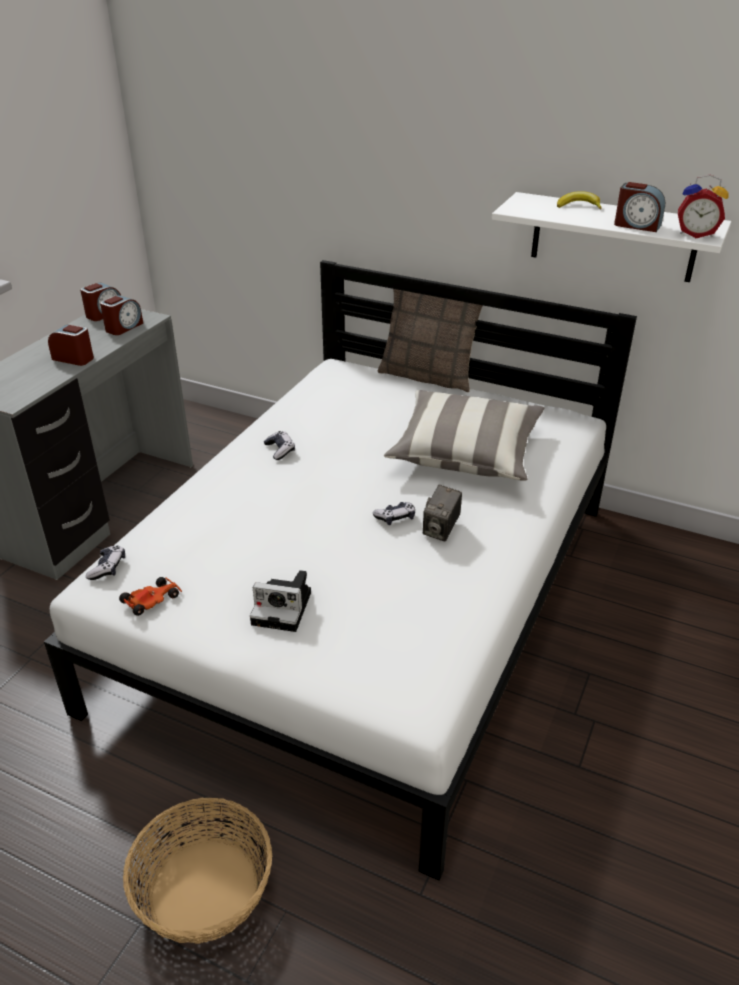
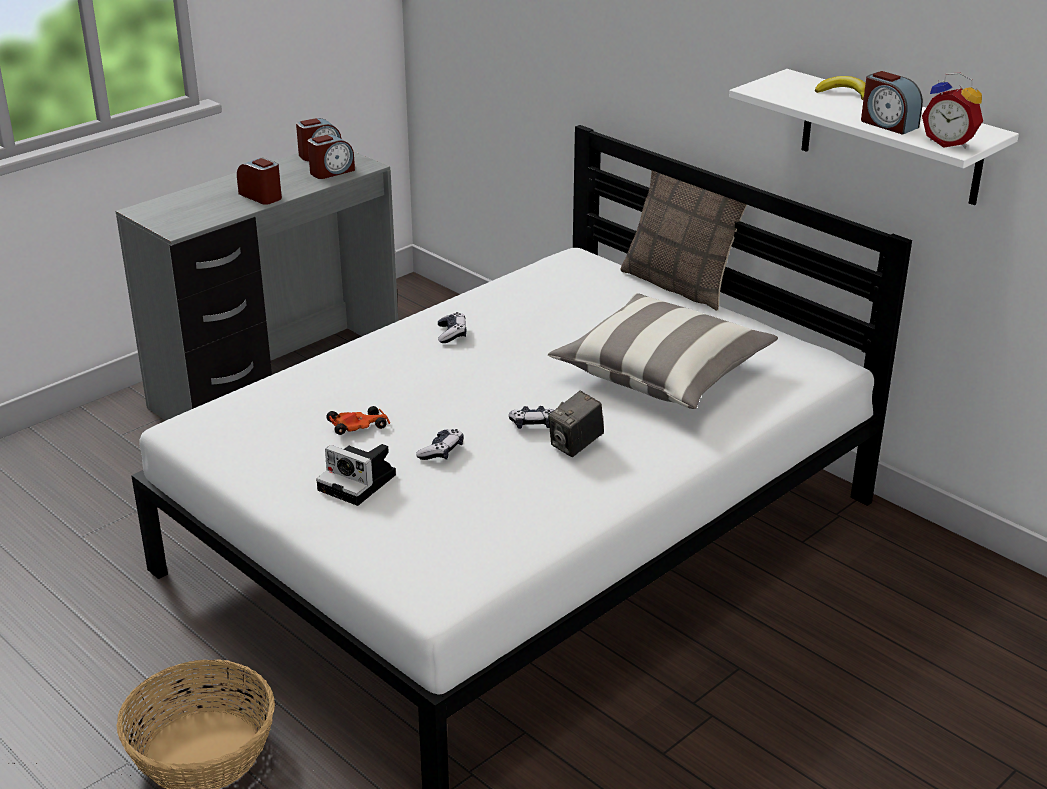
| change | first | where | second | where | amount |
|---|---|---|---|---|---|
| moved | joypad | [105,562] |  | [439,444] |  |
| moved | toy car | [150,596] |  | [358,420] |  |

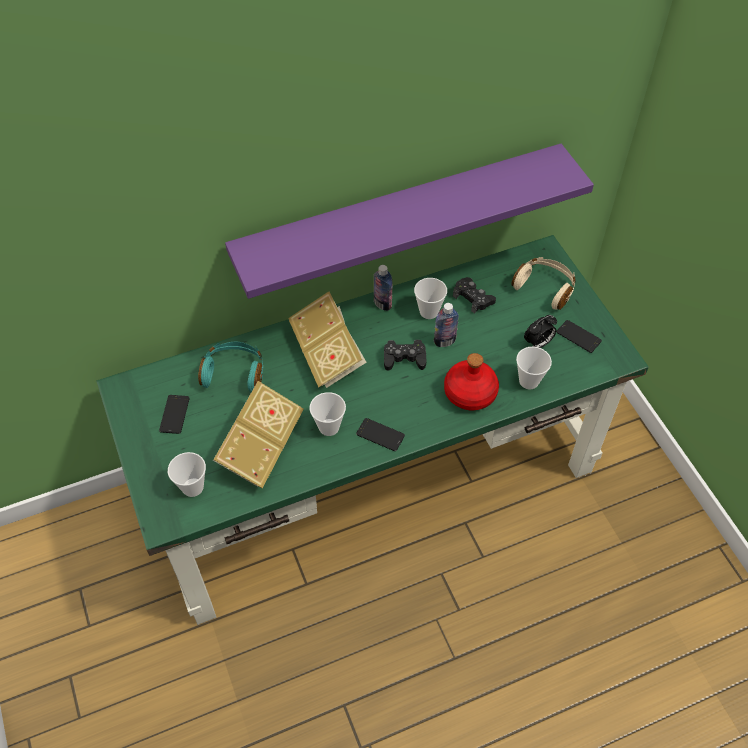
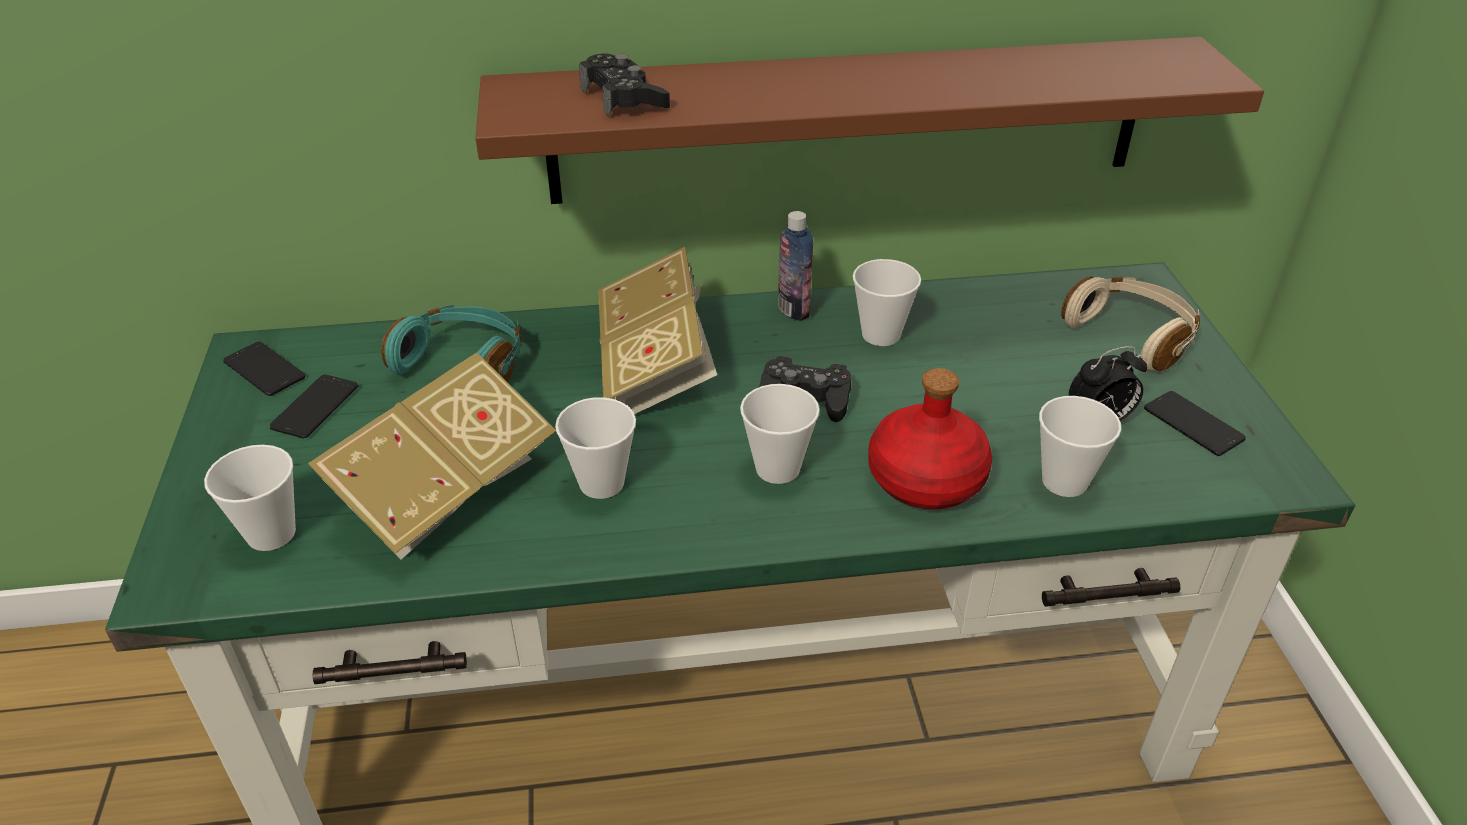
| change | first | where | second | where | amount |
|---|---|---|---|---|---|
| recoloured | purple shelf | [409,221] | brownish shelf | [869,120] |  |
| moved | black-coloured joypad | [474,295] |  | [624,85] |  |
| removed | drink bottle | [446,325] |  |  |  |
| moved | handset | [380,434] |  | [264,369] |  |
| added |  |  | drinking cup | [780,434] |  |

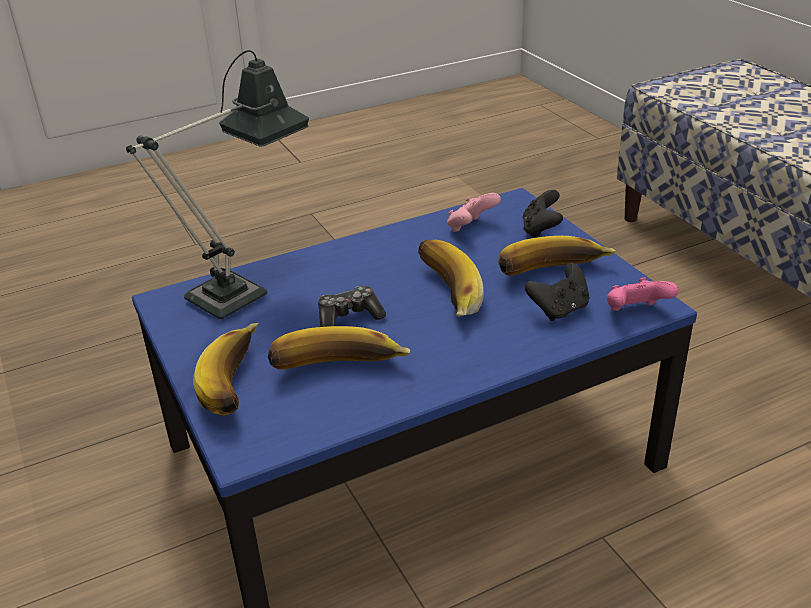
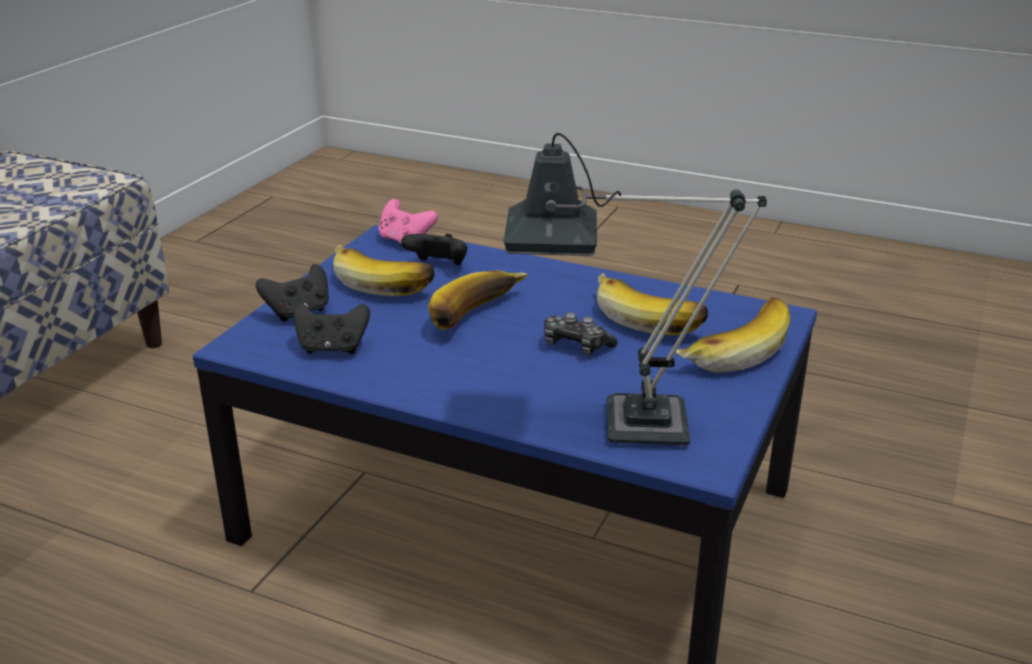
| change | first | where | second | where | amount |
|---|---|---|---|---|---|
| recoloured | pink-coloured joypad | [474,212] | black-coloured joypad | [332,328] |  |

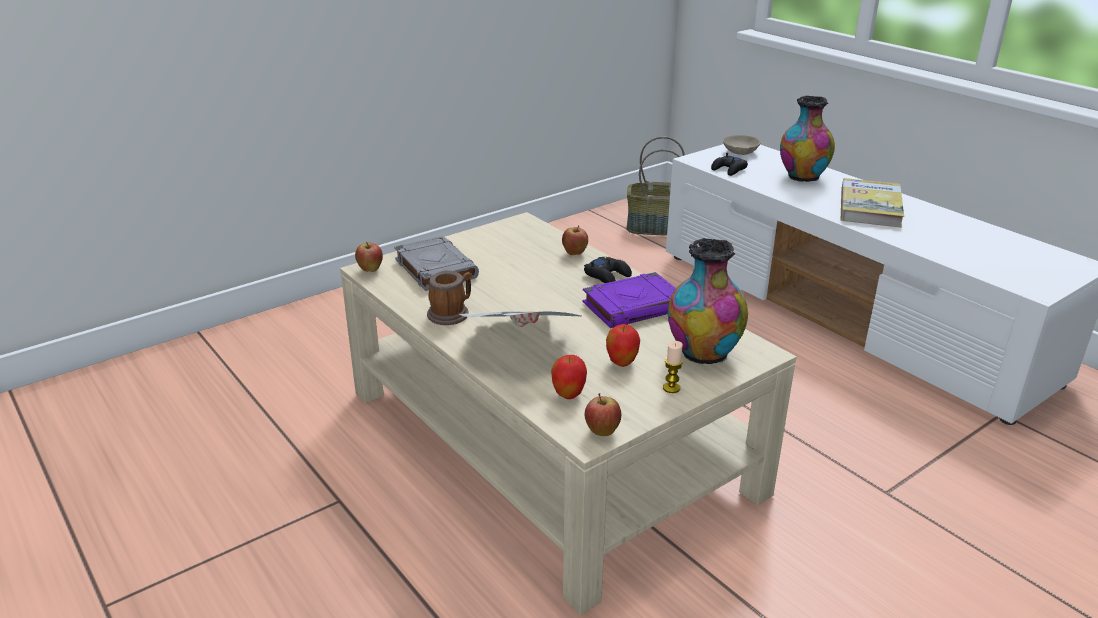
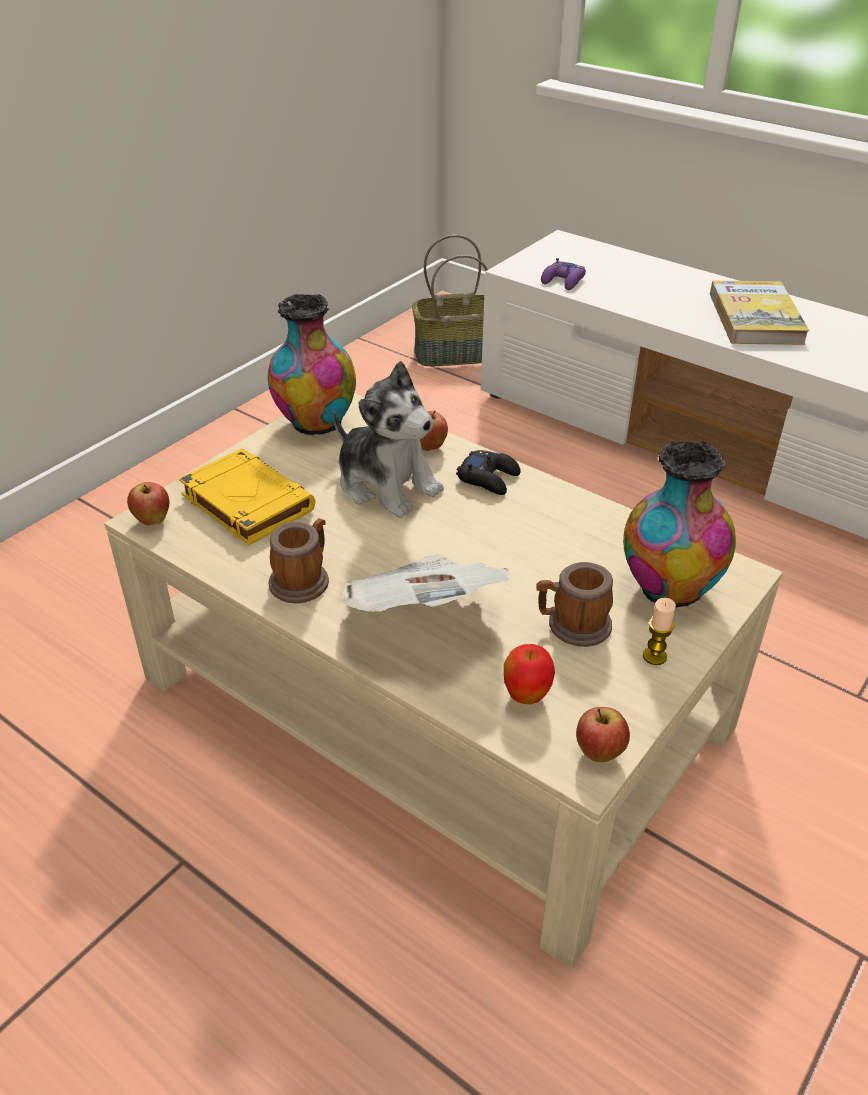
| change | first | where | second | where | amount |
|---|---|---|---|---|---|
| moved | flower vase | [807,139] |  | [312,365] |  |
| removed | sand-coloured deep dish | [742,145] |  |  |  |
| recoloured | black-coloured joypad | [729,164] | purple joypad | [563,274] |  |
| recoloured | greyish book | [436,263] | yellow-coloured book | [247,496] |  |
| removed | purple book | [629,300] |  |  |  |
| replaced | apple fruit | [623,345] | tea mug | [574,604] |  |
| added |  |  | cuddly toy | [388,439] |  |

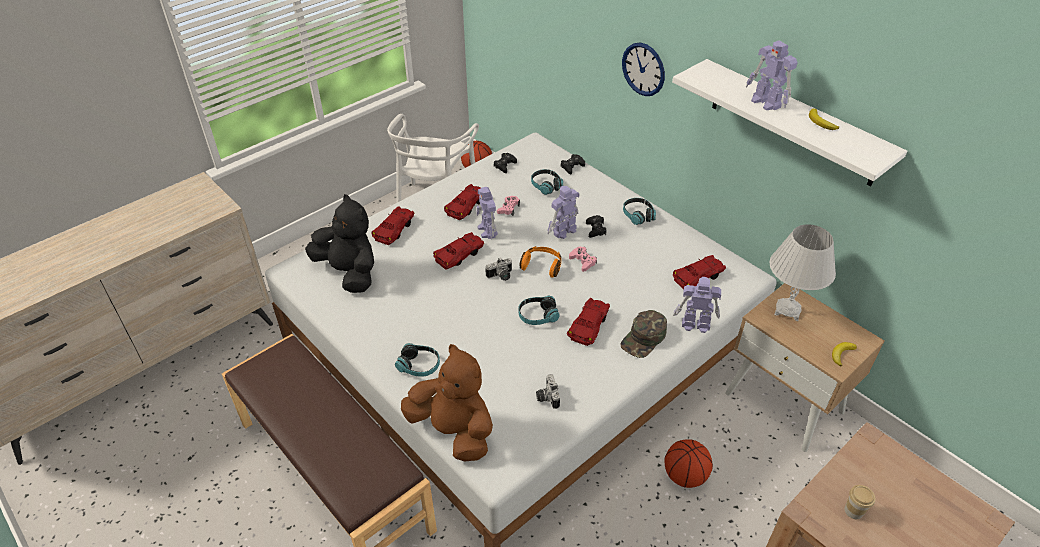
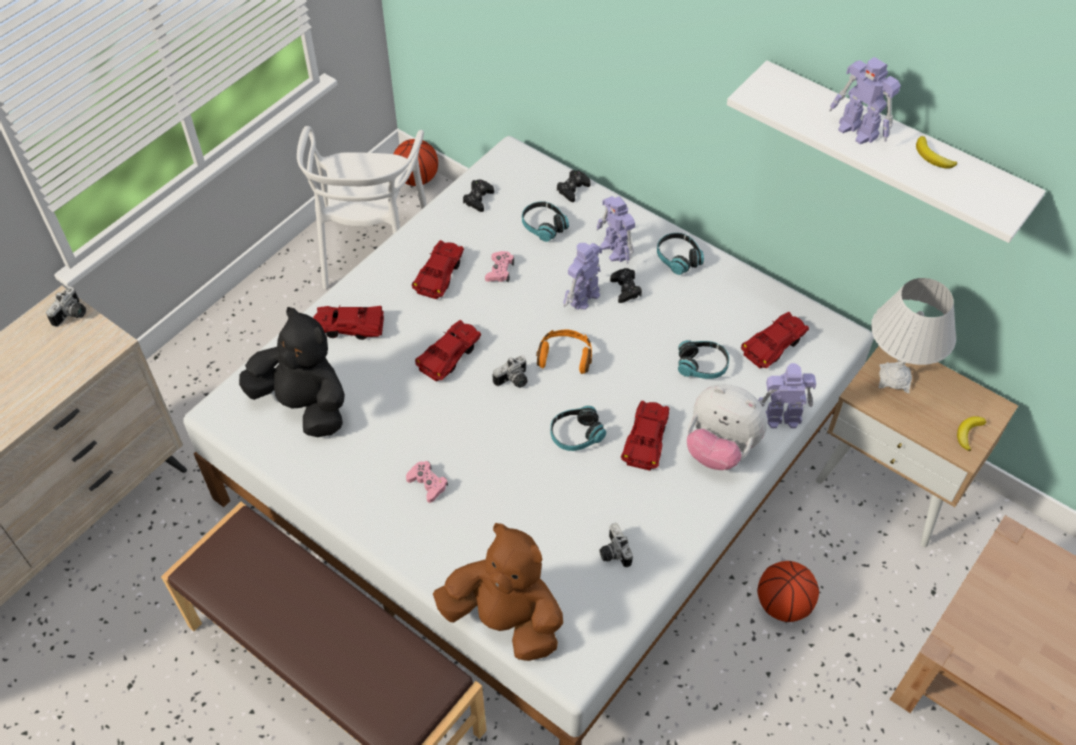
| change | first | where | second | where | amount |
|---|---|---|---|---|---|
| removed | hanging clock | [643,69] |  |  |  |
| moved | model robot | [487,213] |  | [616,230] |  |
| turned | red-coloured toy car | [393,225] |  | [348,323] | 105 degrees counterclockwise |
| moved | pink-coloured joypad | [583,259] |  | [427,482] |  |
| replaced | green peaked cap | [643,334] | cuddly toy | [727,427] |  |
| moved | headphones | [417,360] |  | [703,359] |  |
| removed | drinking cup | [860,502] |  |  |  |
| added |  |  | photo camera | [66,307] |  |

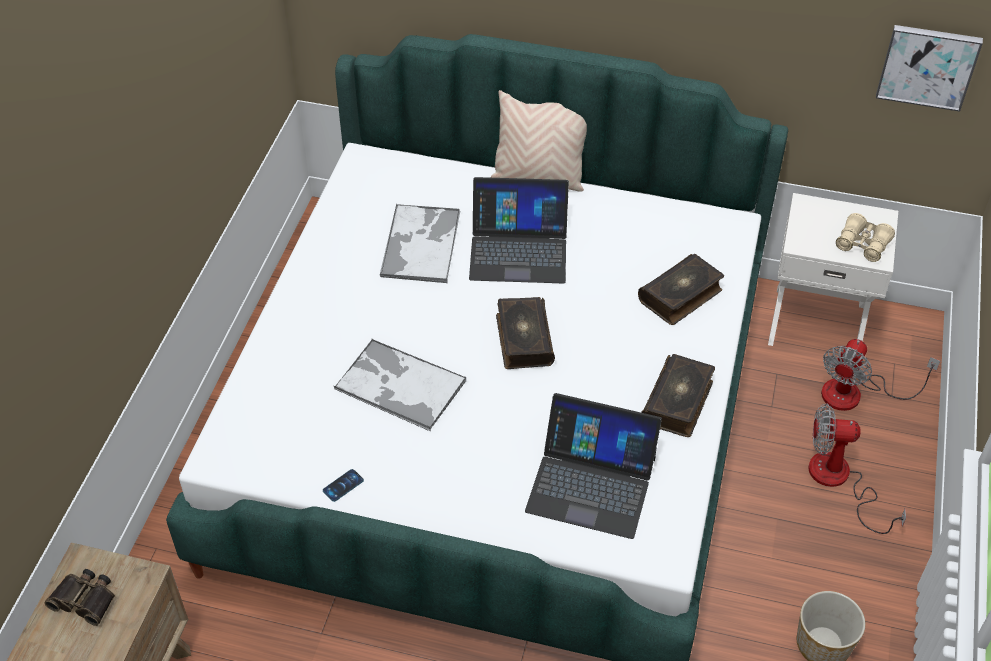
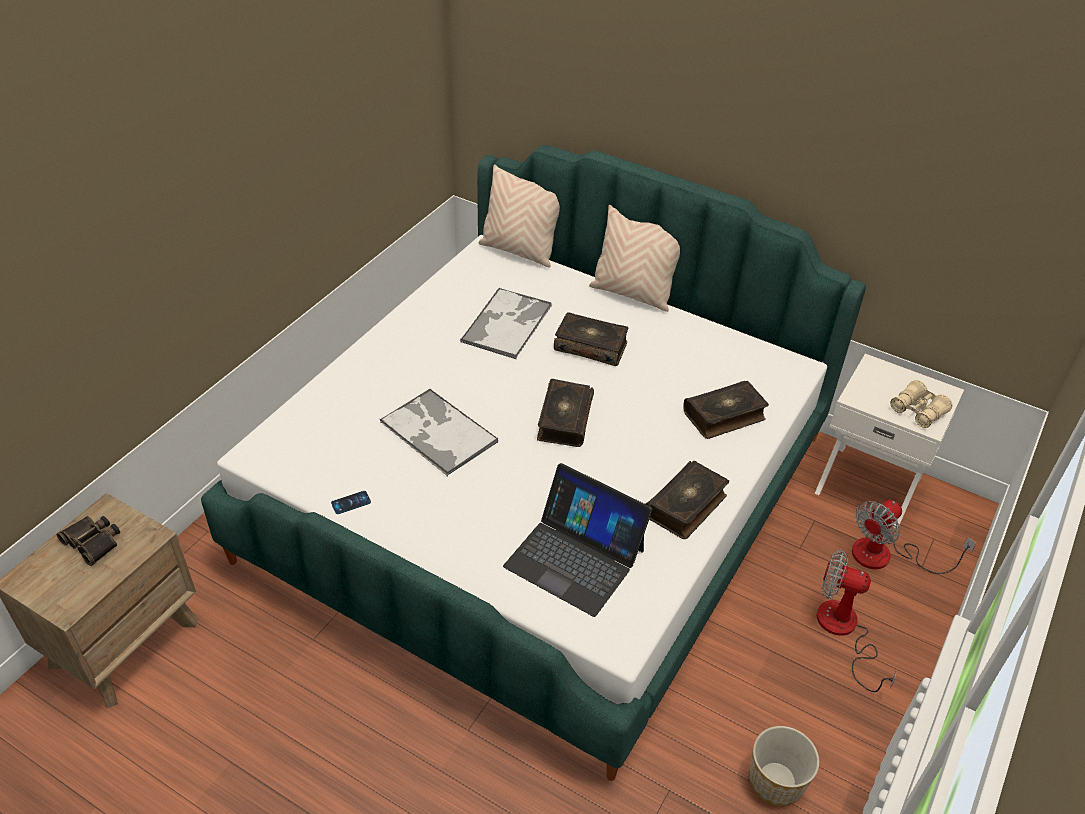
| change | first | where | second | where | amount |
|---|---|---|---|---|---|
| removed | wall picture | [929,68] |  |  |  |
| replaced | laptop | [519,230] | book | [591,339] |  |
| added |  |  | sand-coloured pillow | [519,216] |  |

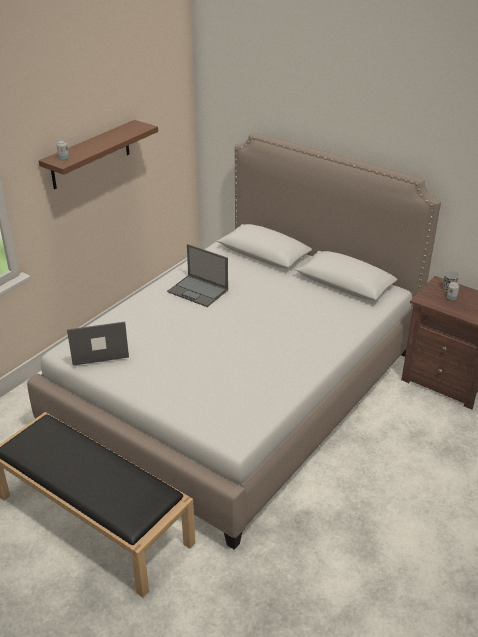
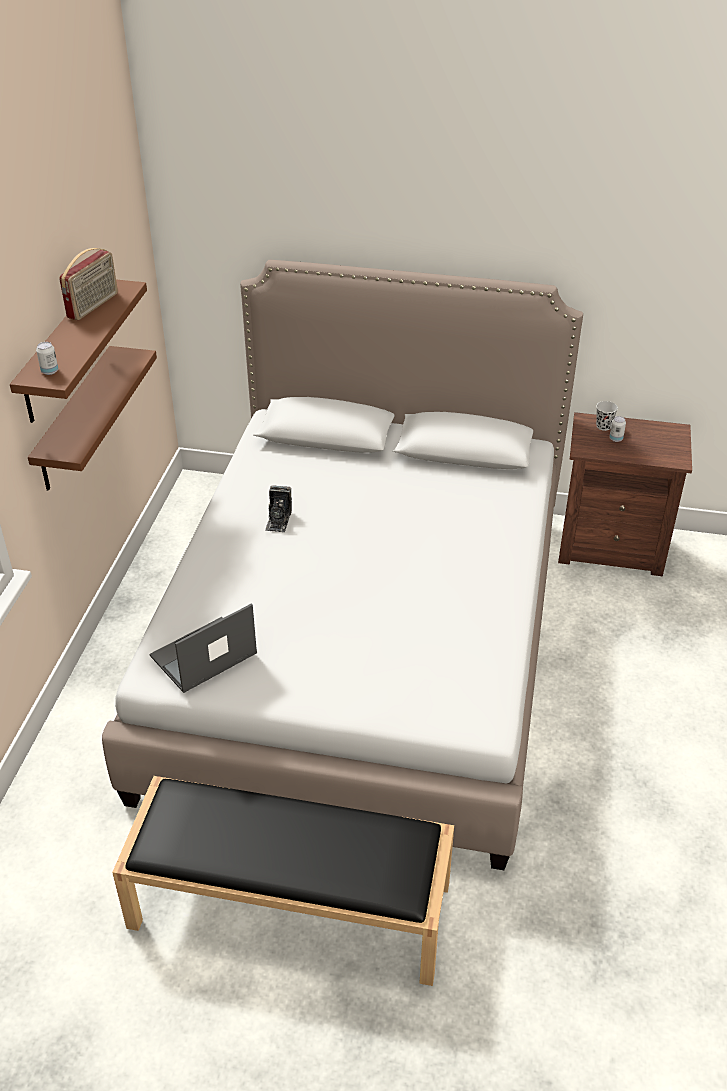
| change | first | where | second | where | amount |
|---|---|---|---|---|---|
| replaced | laptop | [197,275] | photo camera | [278,508] |  |
| added |  |  | radio set | [88,284] |  |
| added |  |  | brownish shelf | [92,418] |  |

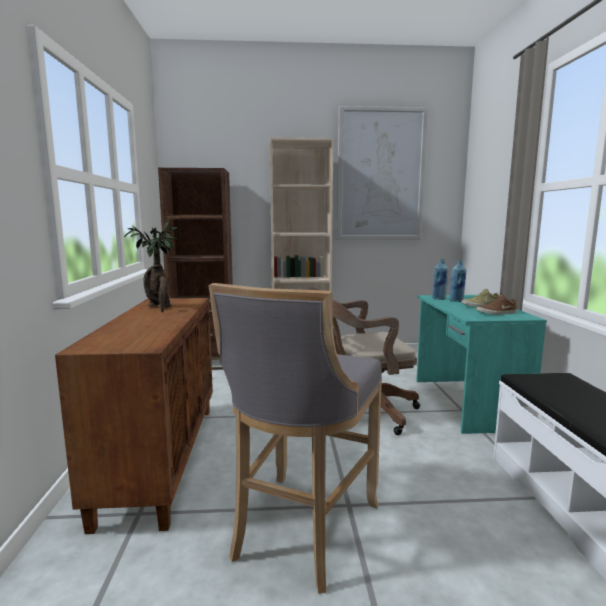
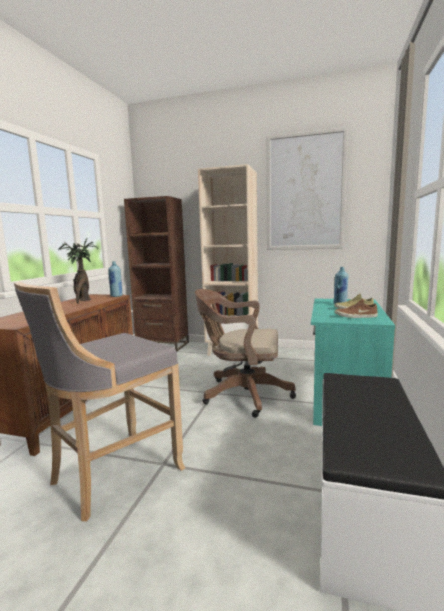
| change | first | where | second | where | amount |
|---|---|---|---|---|---|
| moved | blue drink bottle | [440,279] |  | [115,279] |  |

